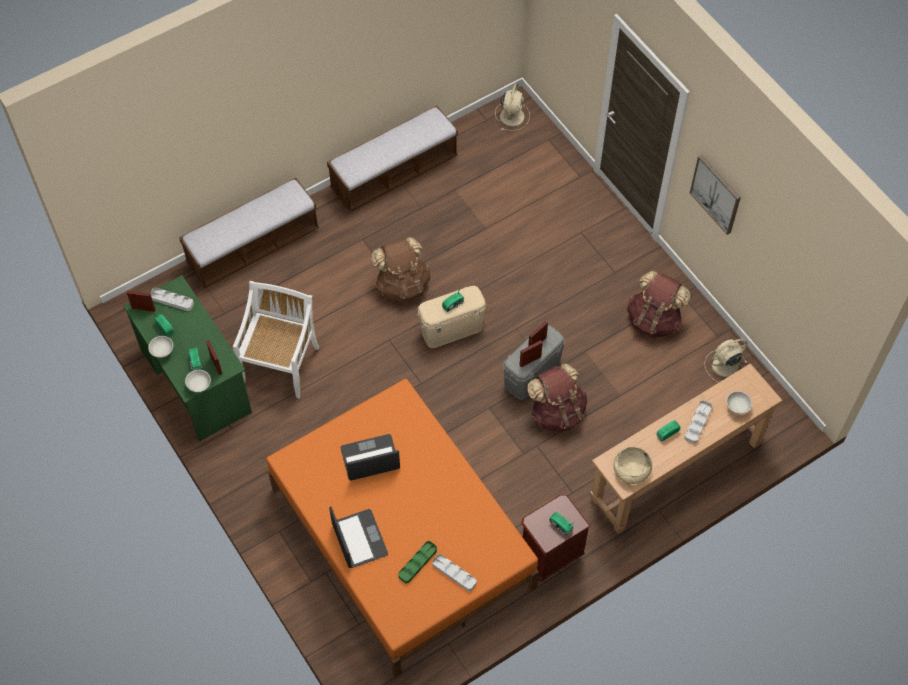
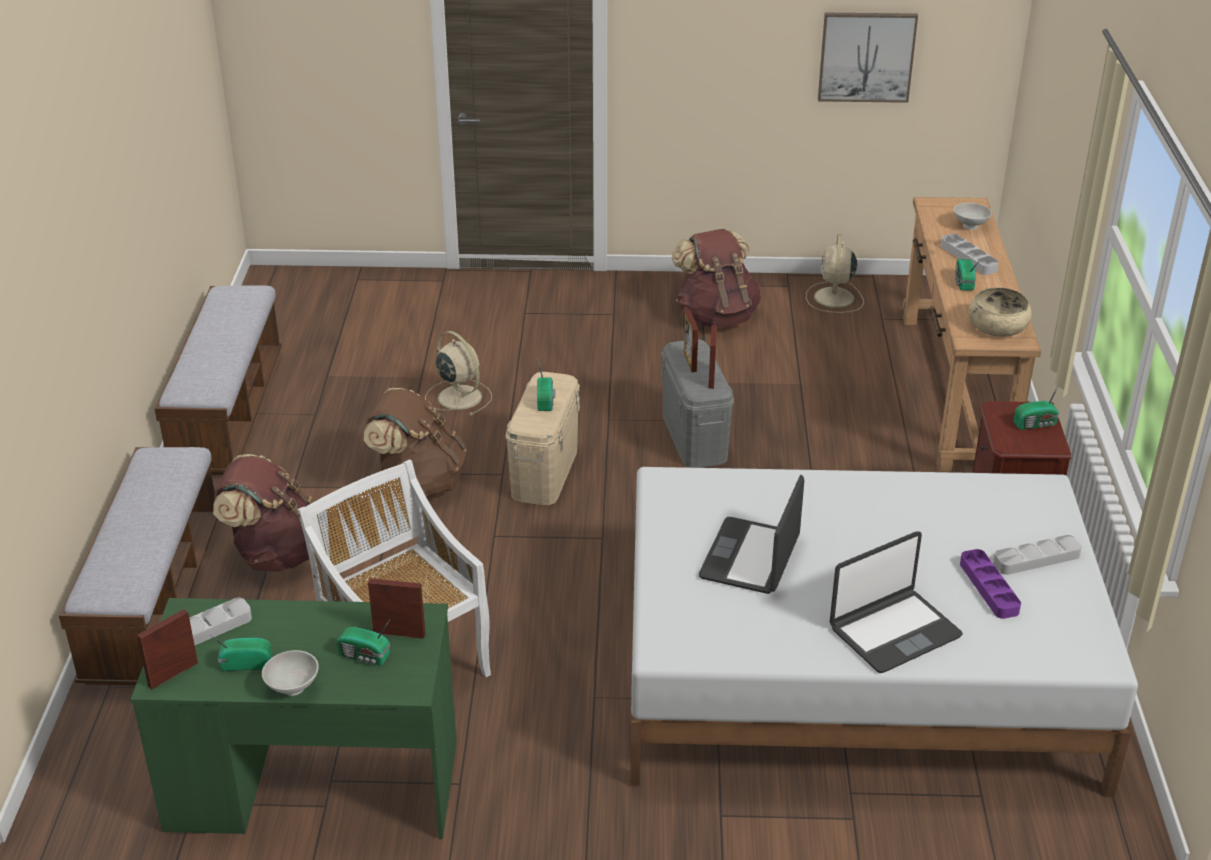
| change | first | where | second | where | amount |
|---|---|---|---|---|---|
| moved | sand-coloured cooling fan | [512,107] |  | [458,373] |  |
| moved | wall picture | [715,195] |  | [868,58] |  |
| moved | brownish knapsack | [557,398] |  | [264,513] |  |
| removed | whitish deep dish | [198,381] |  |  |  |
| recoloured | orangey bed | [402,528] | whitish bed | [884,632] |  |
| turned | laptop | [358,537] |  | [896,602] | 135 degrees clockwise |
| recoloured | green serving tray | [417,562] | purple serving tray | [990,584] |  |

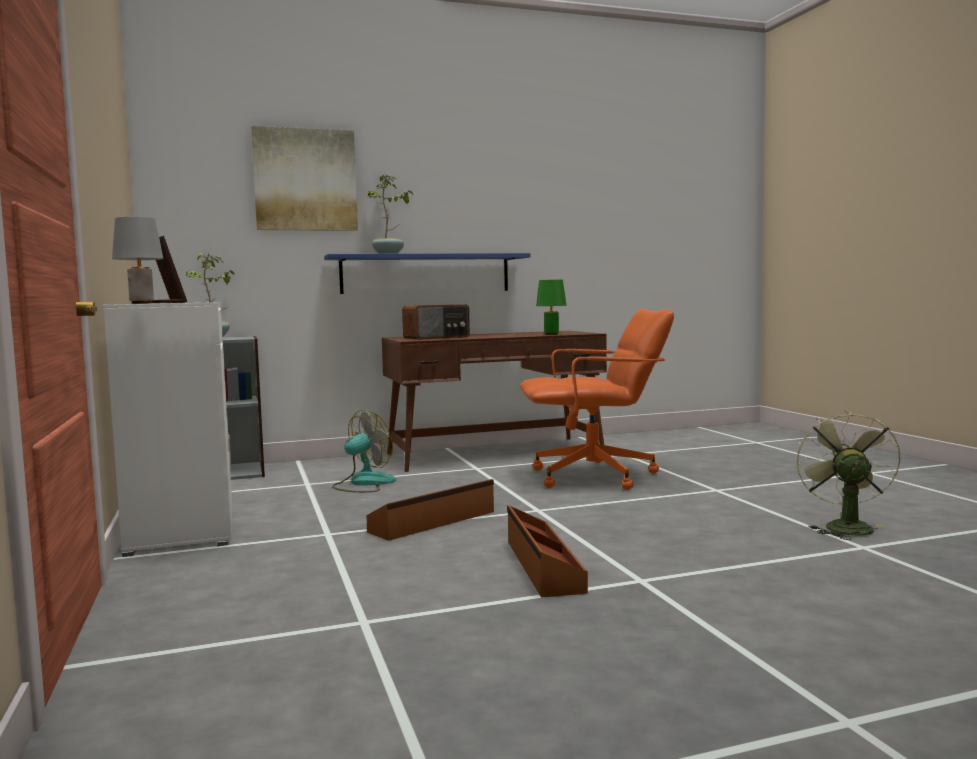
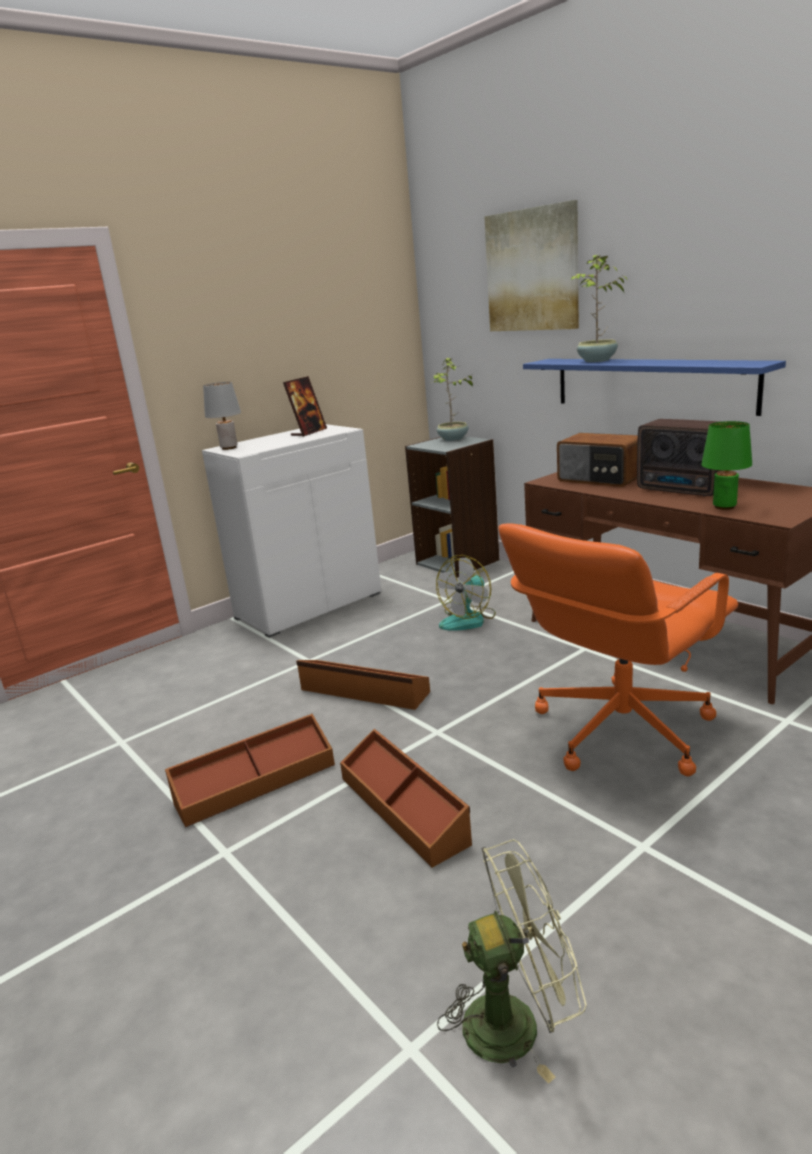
| change | first | where | second | where | amount |
|---|---|---|---|---|---|
| turned | orangey desk chair | [597,399] |  | [618,649] | 75 degrees clockwise |
| turned | cooling fan | [364,451] |  | [466,593] | 105 degrees clockwise |
| added |  |  | radio set | [684,457] |  |
| added |  |  | brownish storage box | [406,798] |  |

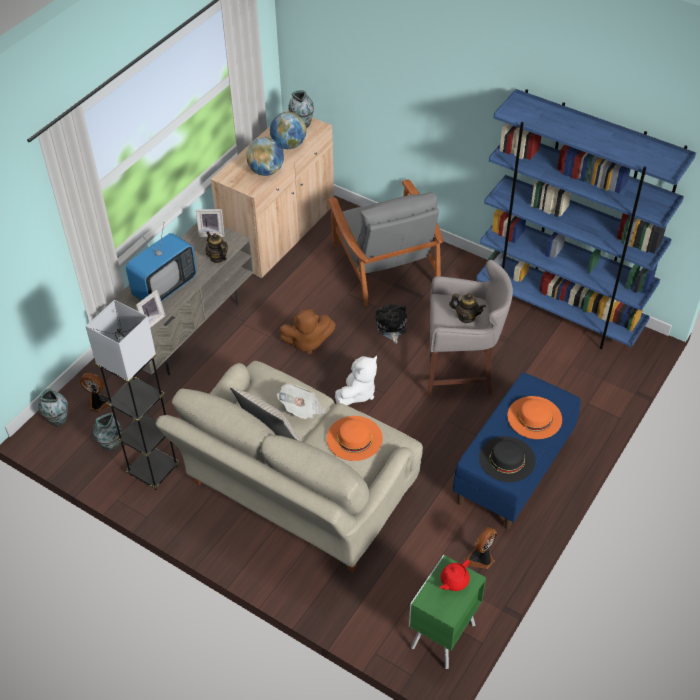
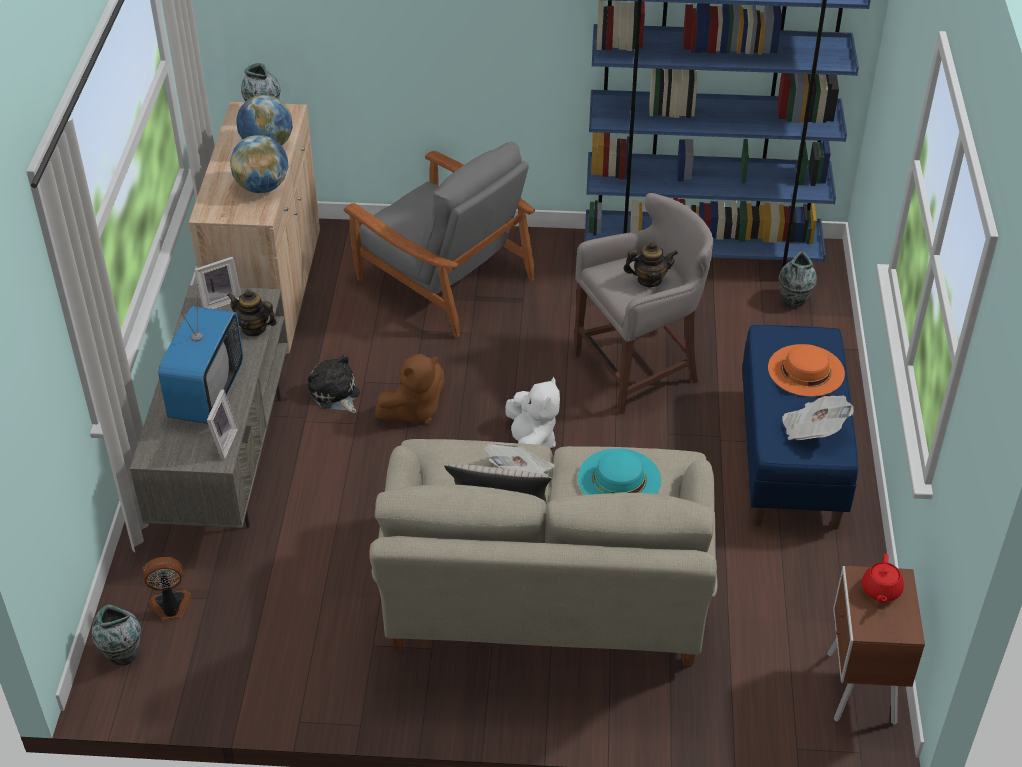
| change | first | where | second | where | amount |
|---|---|---|---|---|---|
| removed | greyish standing lamp | [132,394] |  |  |  |
| moved | cuddly toy | [391,324] |  | [334,383] |  |
| moved | flower vase | [107,432] |  | [798,279] |  |
| recoloured | orangey clothing hat | [355,438] | turquoise clothing hat | [619,471] |  |
| replaced | black-coloured clothing hat | [507,459] | newspaper | [818,417] |  |
| removed | cooling fan | [481,548] |  |  |  |
| recoloured | green night table | [447,612] | brownish night table | [876,645] |  |

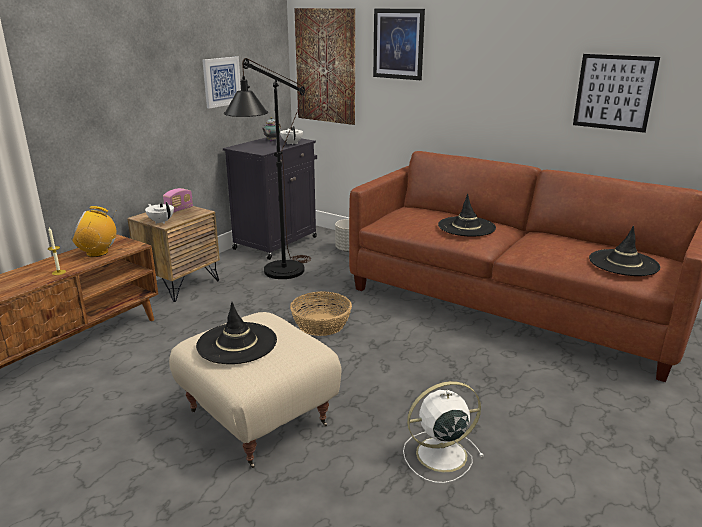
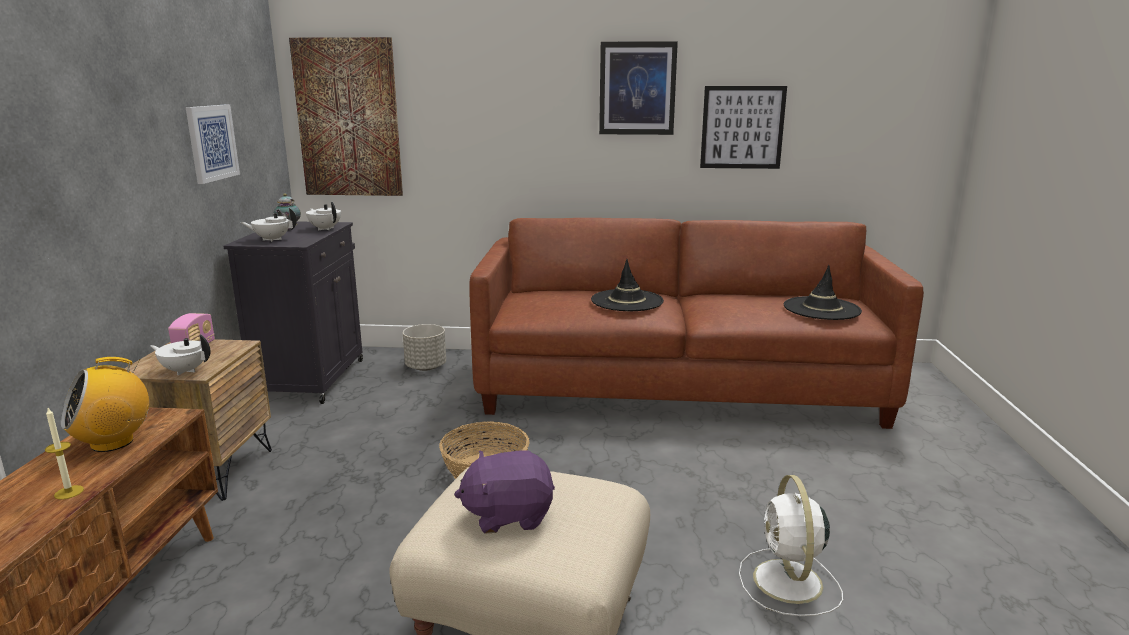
| change | first | where | second | where | amount |
|---|---|---|---|---|---|
| moved | wall picture | [399,44] |  | [638,88] |  |
| removed | black-coloured standing lamp | [267,168] |  |  |  |
| replaced | black-coloured clothing hat | [236,333] | purple cuddly toy | [504,491] |  |
| turned | whitish cooling fan | [443,432] |  | [791,545] | 45 degrees counterclockwise |
| added |  |  | whitish teapot | [268,225] |  |

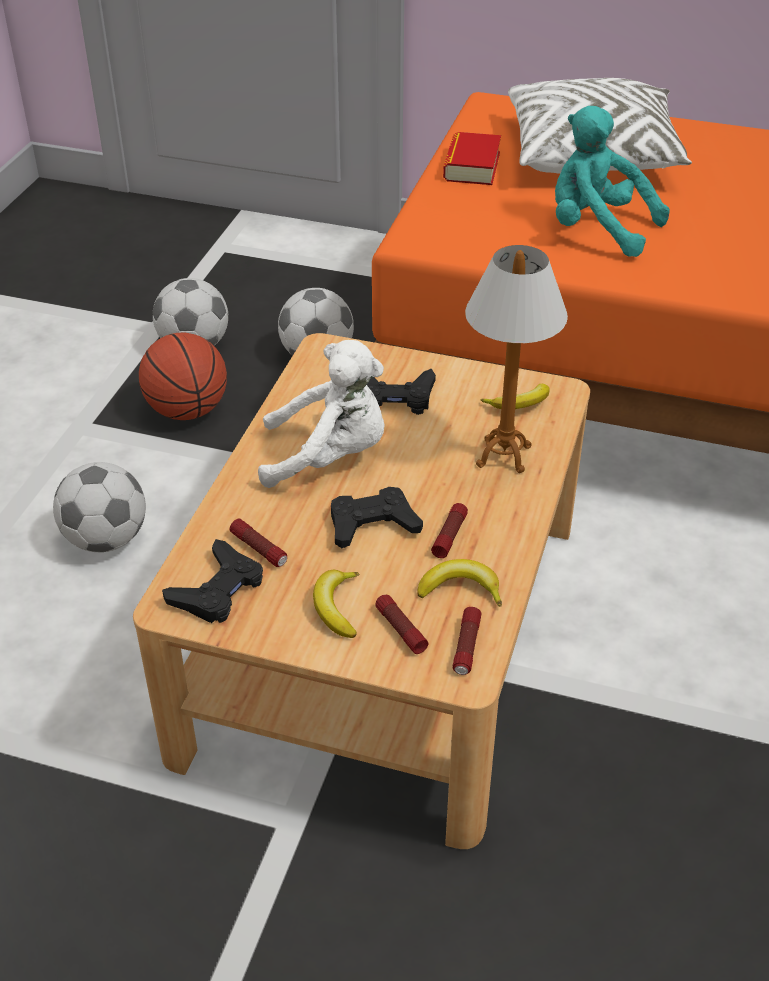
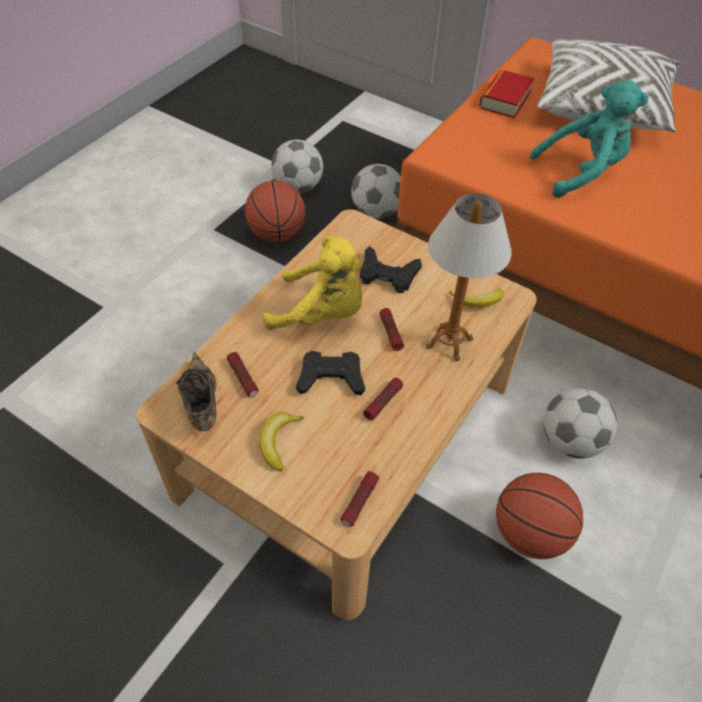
| change | first | where | second | where | amount |
|---|---|---|---|---|---|
| turned | turquoise cuddly toy | [612,181] |  | [589,139] | 120 degrees clockwise |
| recoloured | whitish cuddly toy | [321,414] | yellow-coloured cuddly toy | [313,283] |  |
| moved | football ball | [99,507] |  | [580,423] |  |
| replaced | black-coloured joypad | [212,581] | brownish low shoe | [196,391] |  |
| removed | banana fruit | [460,583] |  |  |  |
| moved | torch | [402,624] |  | [391,329] |  |
| added |  |  | basketball | [539,516] |  |

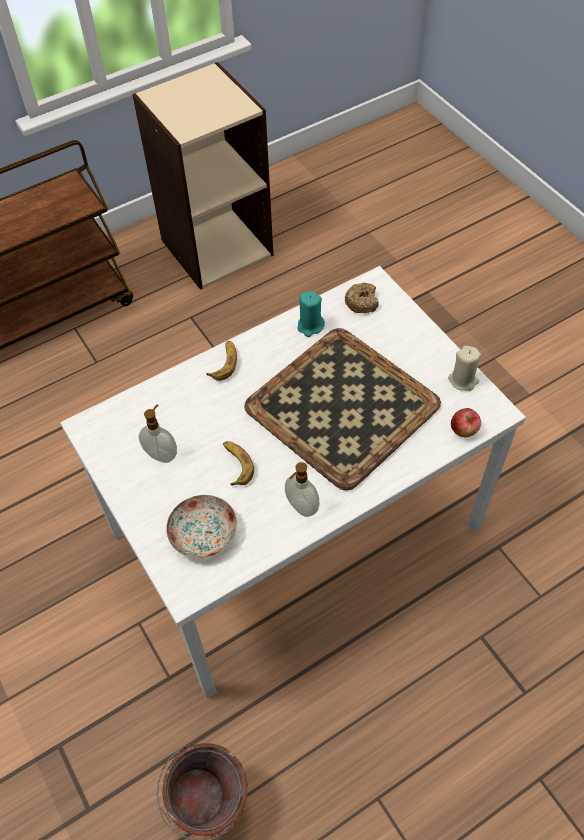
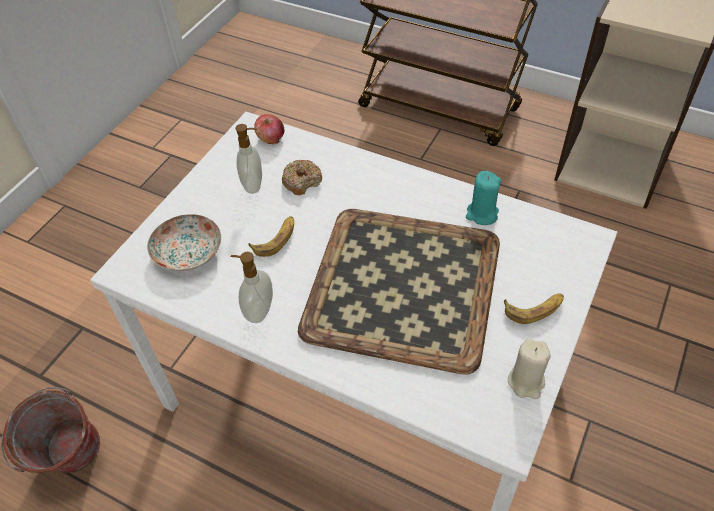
| change | first | where | second | where | amount |
|---|---|---|---|---|---|
| moved | donut | [362,298] |  | [302,177] |  |
| moved | banana fruit | [221,361] |  | [534,308] |  |
| moved | apple fruit | [466,422] |  | [269,129] |  |

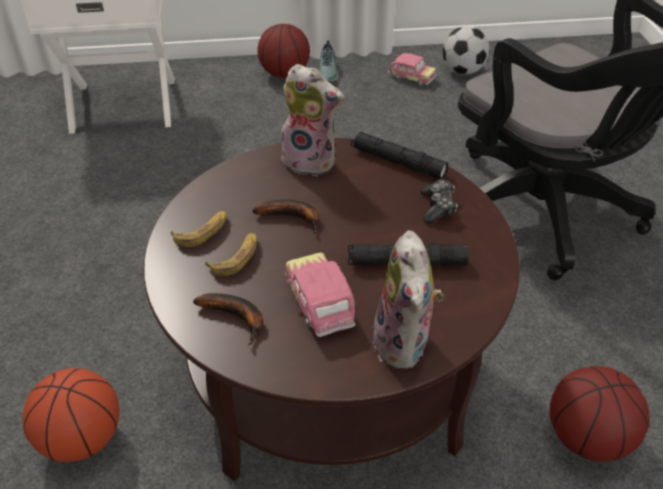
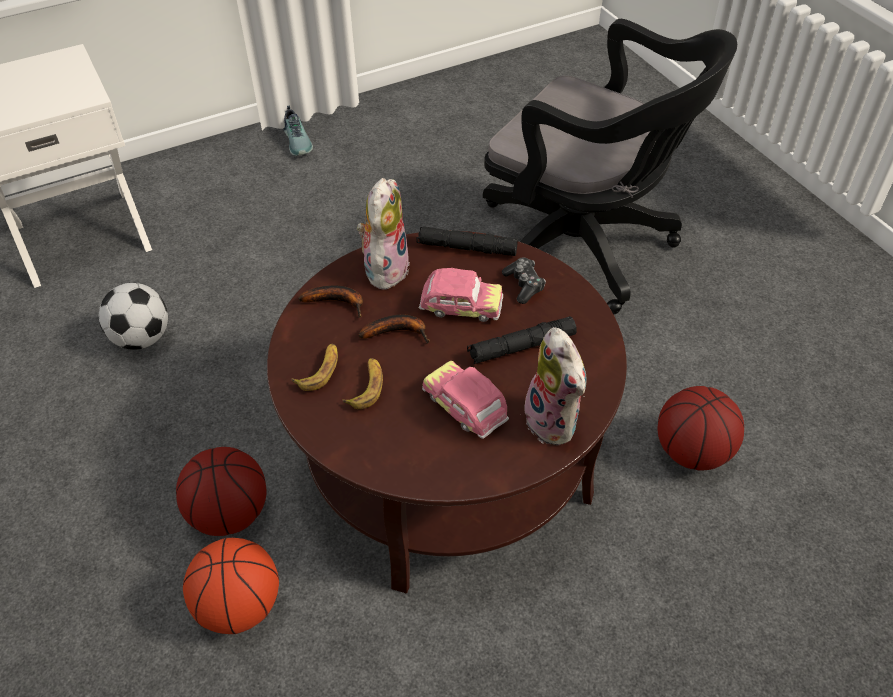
| change | first | where | second | where | amount |
|---|---|---|---|---|---|
| moved | basketball | [283,51] |  | [221,491] |  |
| moved | football ball | [466,50] |  | [133,316] |  |
| moved | toy car | [411,69] |  | [461,295] |  |
| turned | cuddly toy | [312,120] |  | [383,234] | 75 degrees counterclockwise |
| moved | banana fruit | [228,319] |  | [330,301] |  |

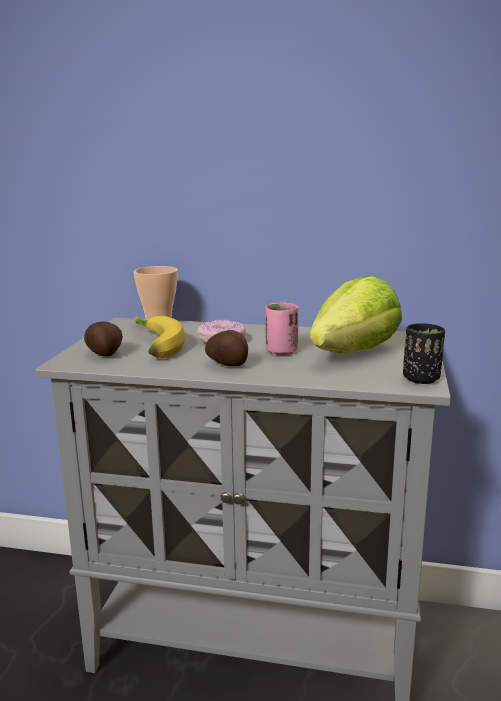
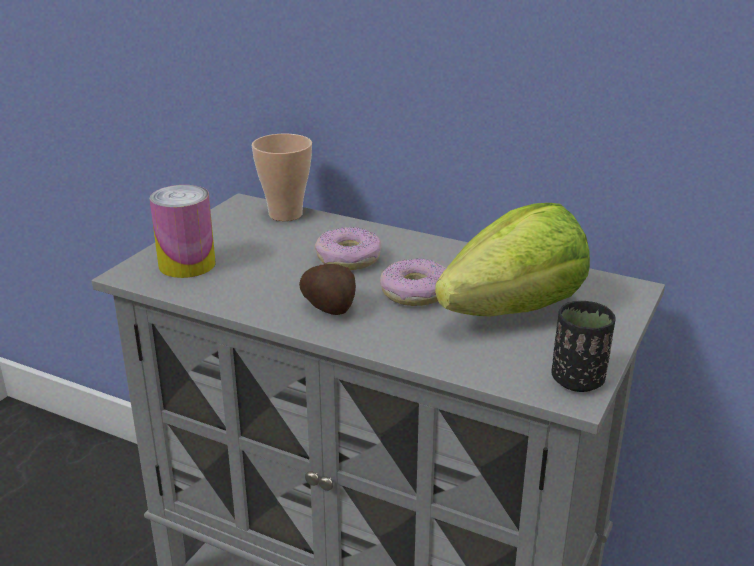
| change | first | where | second | where | amount |
|---|---|---|---|---|---|
| replaced | pink-coloured drinking cup | [281,328] | donut | [413,282] |  |
| removed | banana fruit | [160,337] |  |  |  |
| replaced | whole potato | [103,338] | metal can | [182,231] |  |

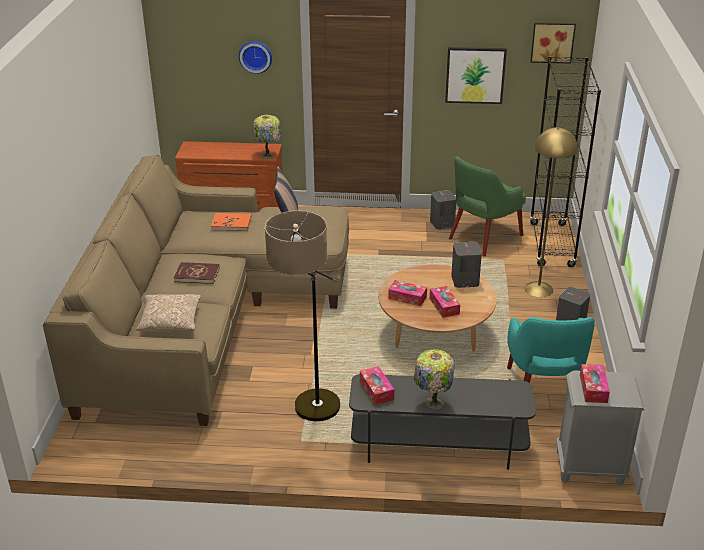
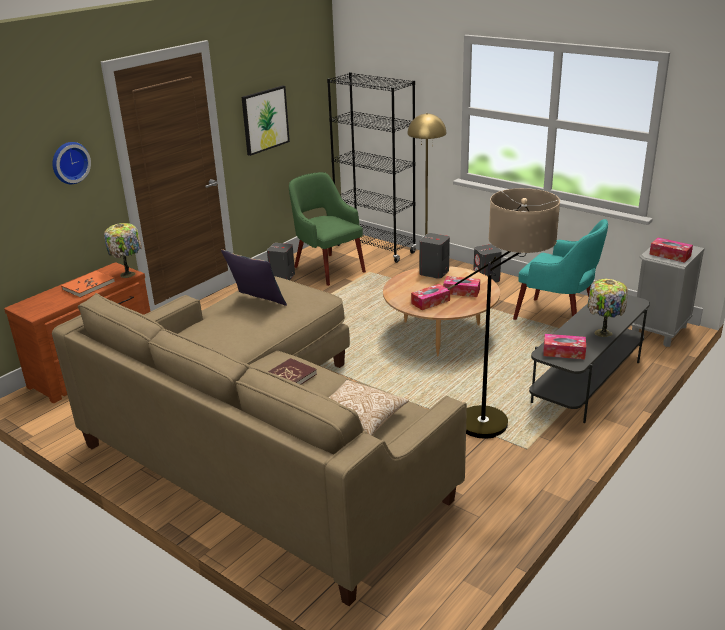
| change | first | where | second | where | amount |
|---|---|---|---|---|---|
| removed | wall picture | [553,43] |  |  |  |
| turned | green lounge chair | [487,206] |  | [327,229] | 150 degrees clockwise |
| moved | orangey book | [231,222] |  | [88,284] |  |

